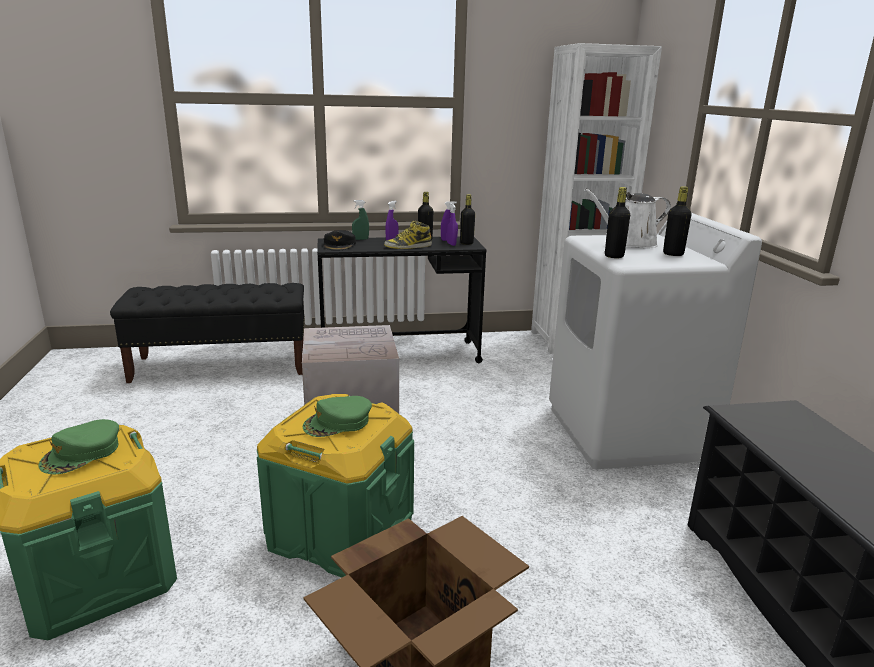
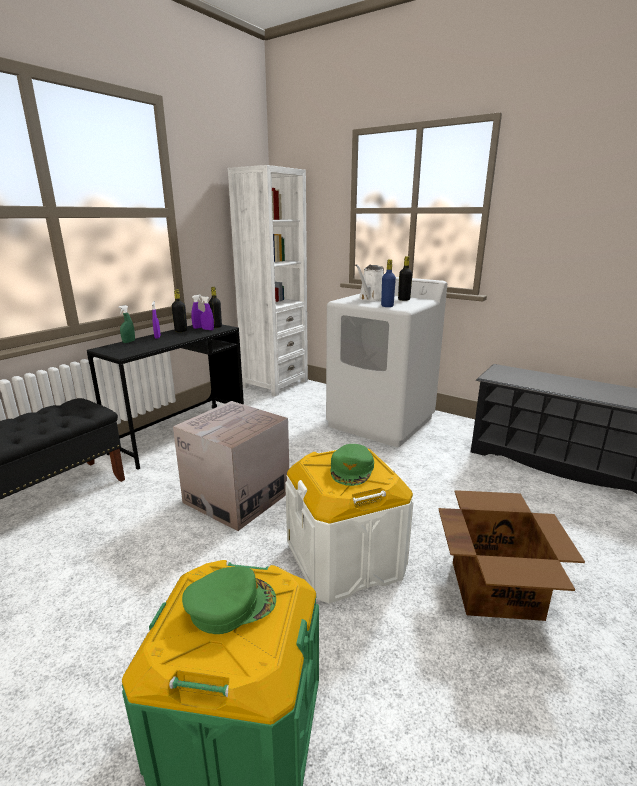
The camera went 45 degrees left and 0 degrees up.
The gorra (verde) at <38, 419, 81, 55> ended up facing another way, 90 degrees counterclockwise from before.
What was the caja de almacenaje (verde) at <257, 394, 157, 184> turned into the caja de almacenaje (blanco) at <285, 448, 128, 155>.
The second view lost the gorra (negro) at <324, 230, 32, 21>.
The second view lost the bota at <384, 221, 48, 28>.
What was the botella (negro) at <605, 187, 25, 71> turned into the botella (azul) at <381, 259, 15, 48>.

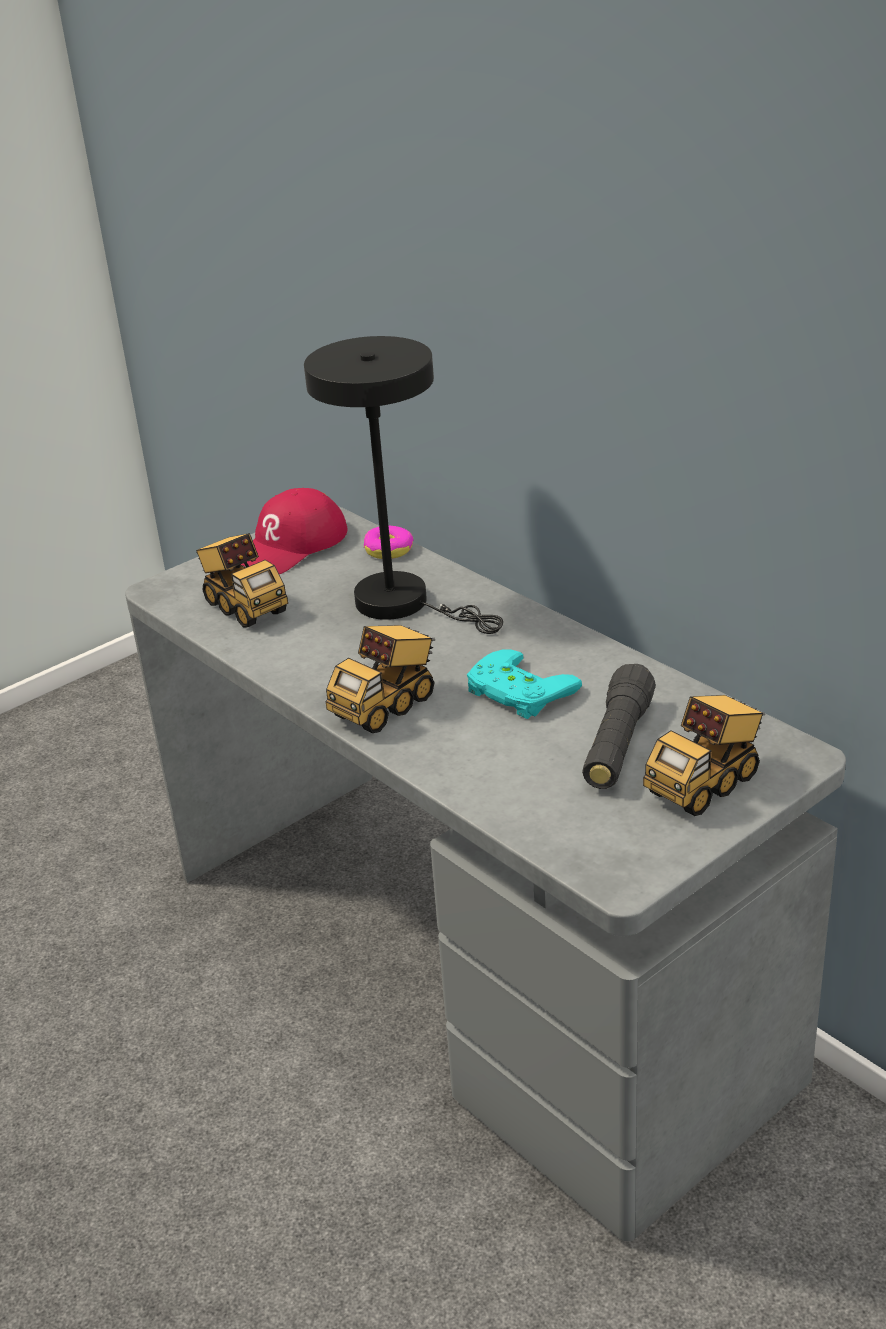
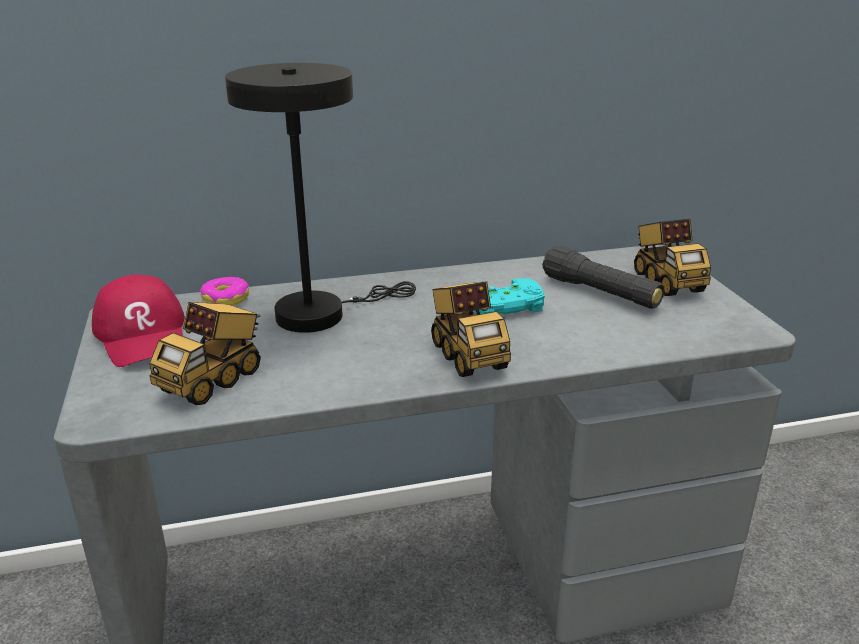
The camera went 65 degrees left and 5 degrees down.
The camión de juguete at <196, 533, 92, 94> ended up facing another way, 135 degrees clockwise from before.

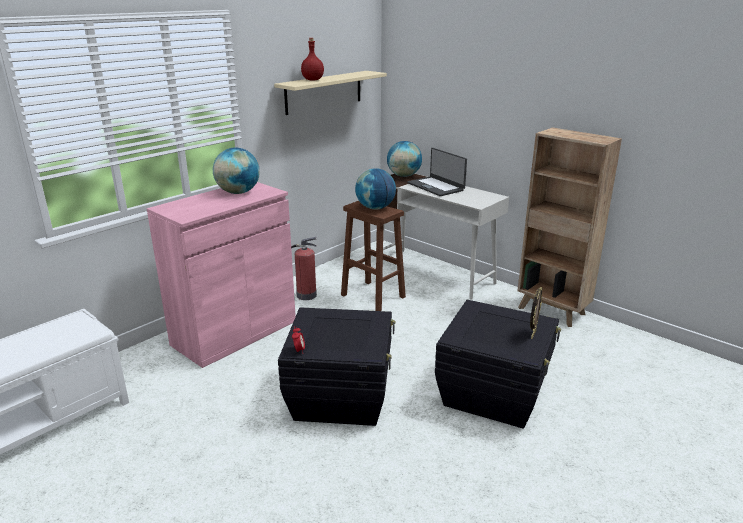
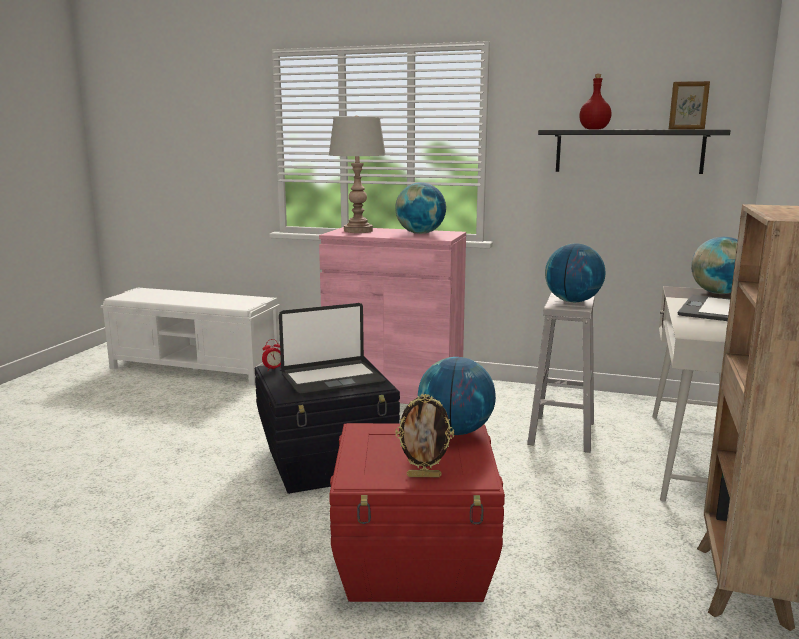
The camera went 65 degrees right and 10 degrees down.
What was the estante (beis) at <274, 71, 113, 44> turned into the estante (negro) at <538, 130, 193, 44>.
The second view lost the extintor at <291, 237, 26, 63>.
What was the taburete (marrón) at <341, 201, 65, 110> turned into the taburete (blanco) at <527, 292, 68, 161>.
What was the caja de almacenaje (negro) at <435, 300, 126, 129> turned into the caja de almacenaje (rojo) at <329, 423, 176, 179>.
The second view gained the portátil at <279, 303, 107, 93>.
The second view gained the lámpara de mesa (gris) at <329, 115, 57, 118>.
The second view gained the globo terráqueo at <418, 357, 78, 78>.
The second view gained the portarretratos at <669, 81, 41, 48>.

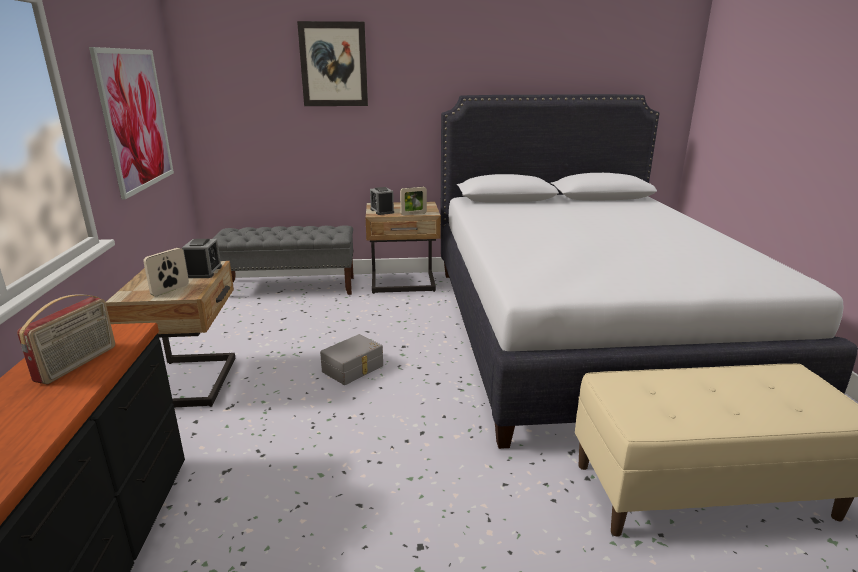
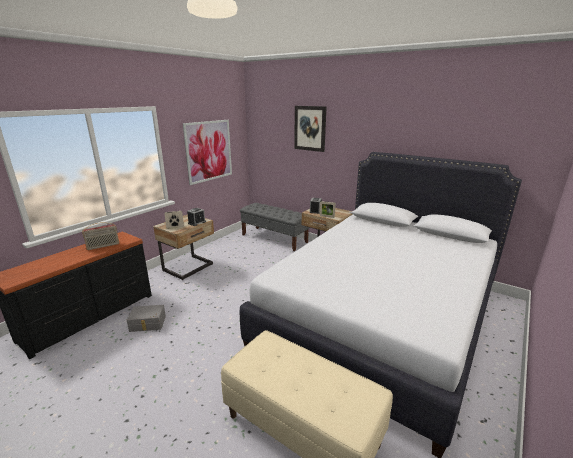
The camera went 40 degrees right and 0 degrees up.
The caja de almacenaje (gris) ended up elsewhere, having gone from <320, 334, 63, 51> to <127, 305, 39, 27>.

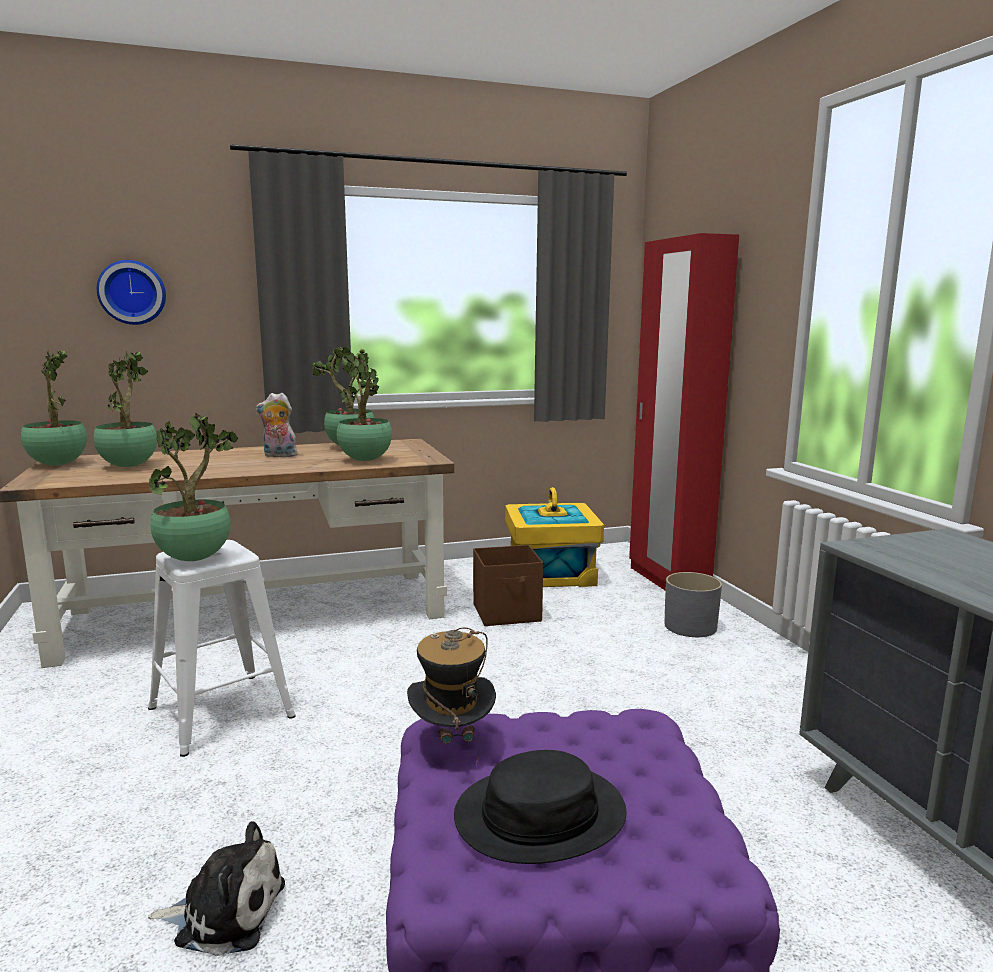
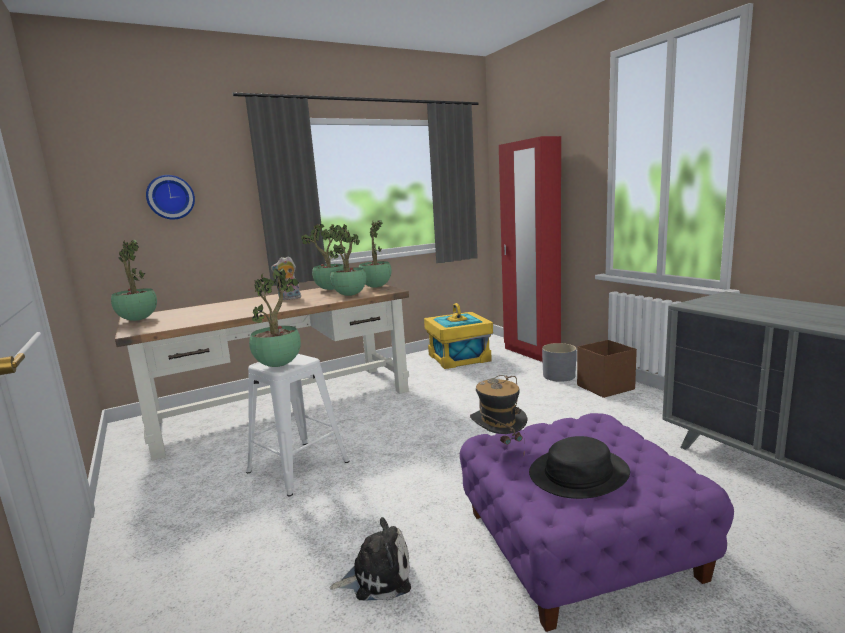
The camera went 10 degrees left and 0 degrees up.
The planta en maceta ended up elsewhere, having gone from <94, 352, 63, 115> to <359, 220, 33, 68>.
The caja de almacenaje (marrón) ended up elsewhere, having gone from <473, 545, 70, 81> to <577, 340, 60, 58>.

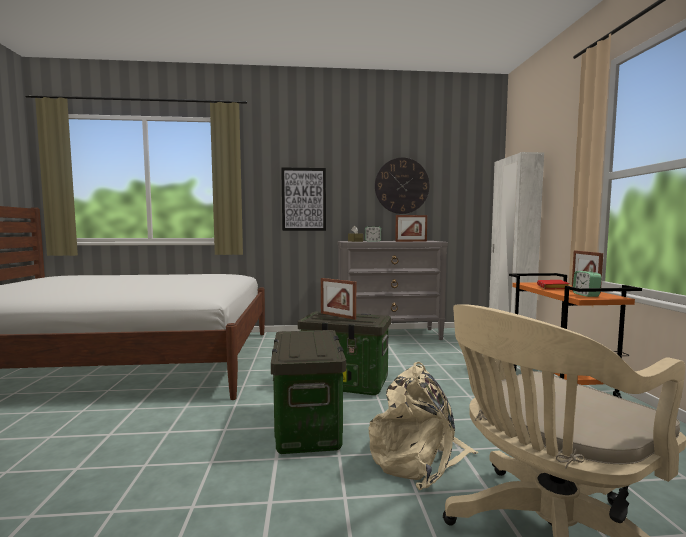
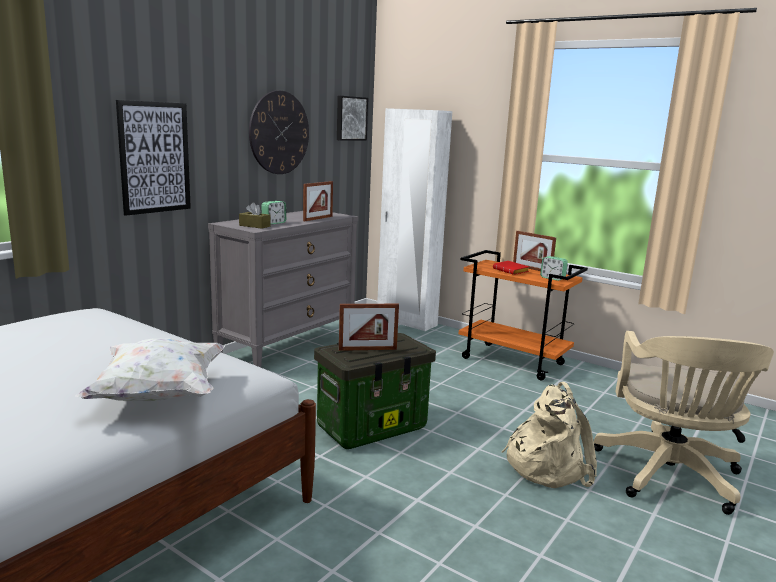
The camera went 50 degrees left and 10 degrees up.
The second view lost the caja de almacenaje at <271, 330, 75, 124>.
The second view gained the cojín (blanco) at <76, 338, 149, 63>.
The second view gained the cuadro at <337, 96, 31, 45>.

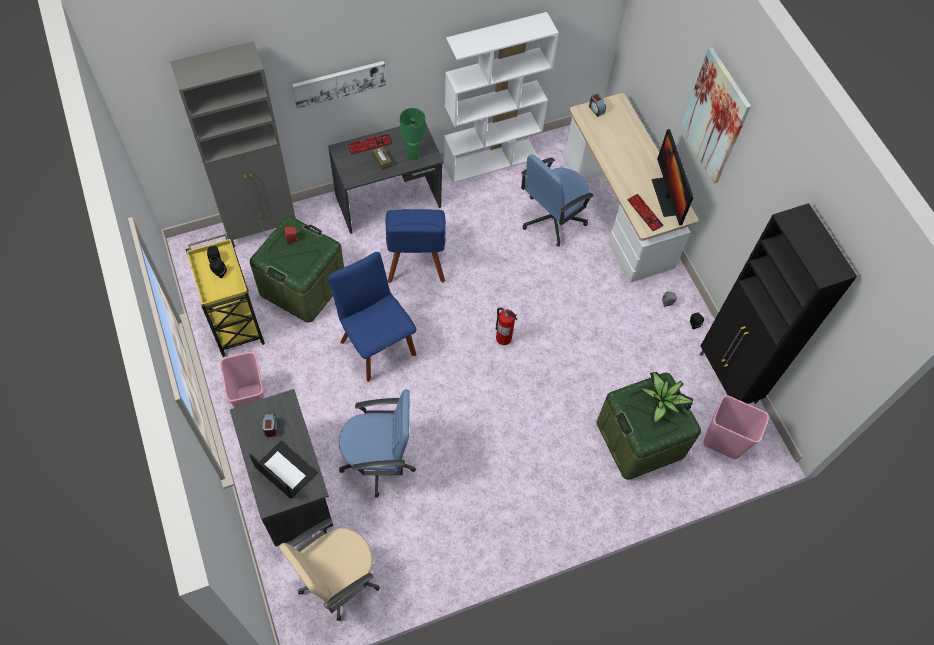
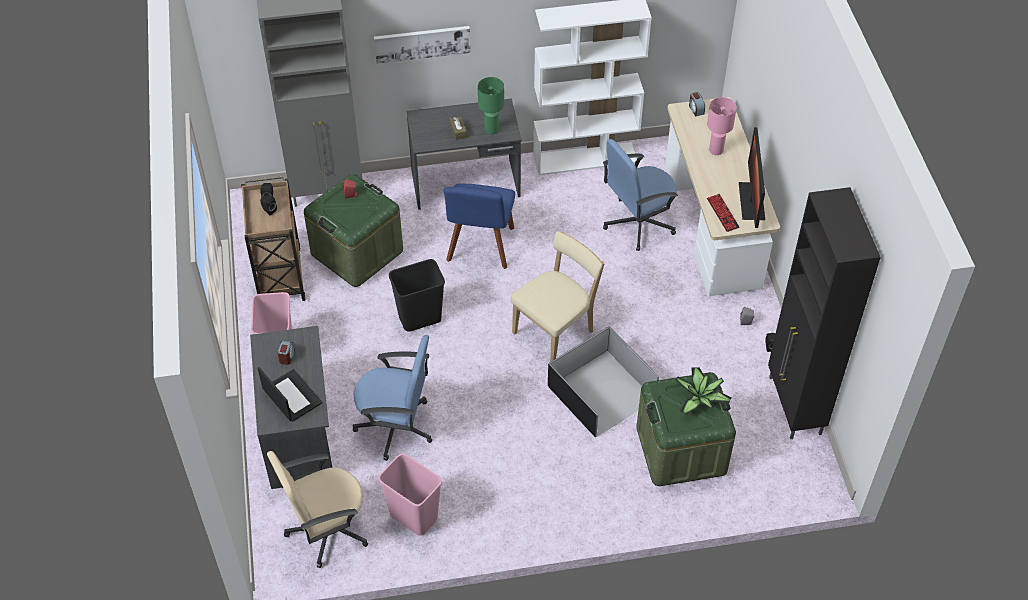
The camera went 15 degrees right and 10 degrees down.
What was the carrito (amarillo) at <185, 234, 80, 123> turned into the carrito (marrón) at <241, 176, 65, 125>.
Where the silla (azul) stood at <328, 252, 88, 130>, the papelera (negro) came to stand at <389, 259, 56, 73>.
The second view lost the teclado at <347, 134, 45, 21>.
Where the extintor stood at <496, 307, 21, 38>, the silla (beis) came to stand at <511, 231, 93, 130>.
The second view lost the cuadro at <680, 48, 71, 136>.
The papelera (rosa) ended up elsewhere, having gone from <703, 395, 66, 64> to <378, 453, 64, 82>.
The second view gained the caja de almacenaje (negro) at <548, 326, 111, 111>.
The second view gained the lámpara de mesa (rosa) at <707, 97, 30, 58>.

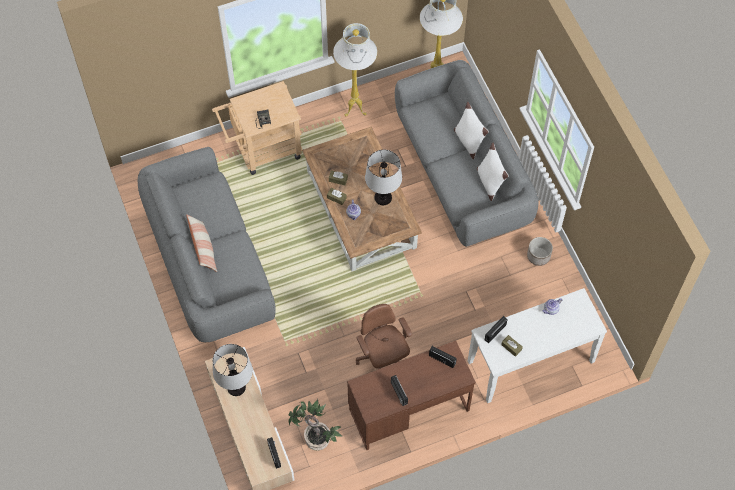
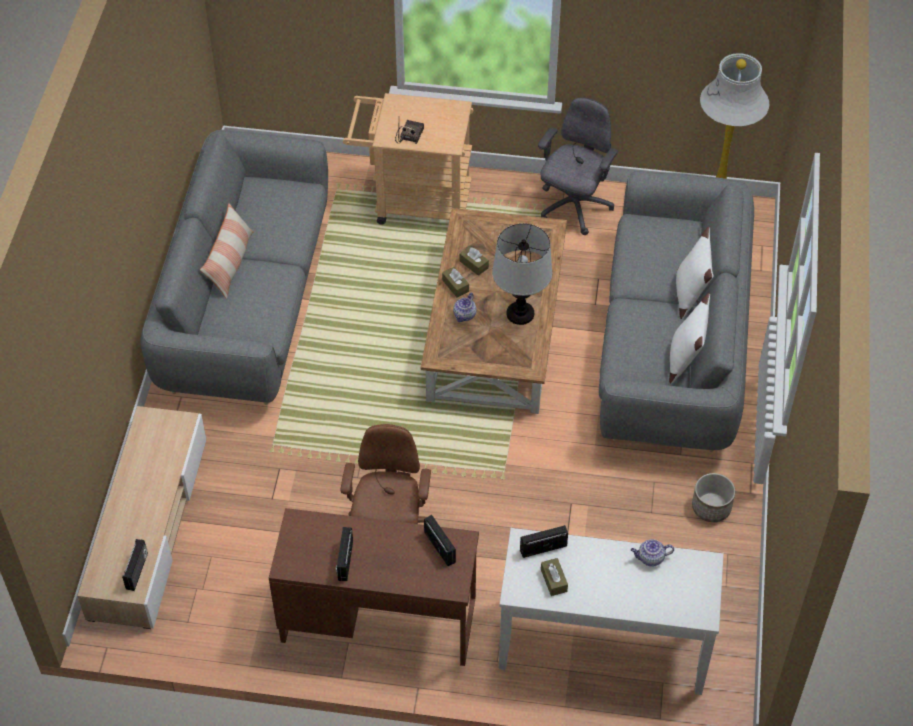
The camera went 30 degrees right and 10 degrees down.
The second view lost the lámpara de mesa at <213, 344, 40, 52>.
The second view lost the planta en maceta at <288, 399, 54, 52>.
Where the lámpara de pie (blanco) stood at <333, 23, 44, 93>, the silla de oficina (gris) came to stand at <538, 97, 80, 138>.

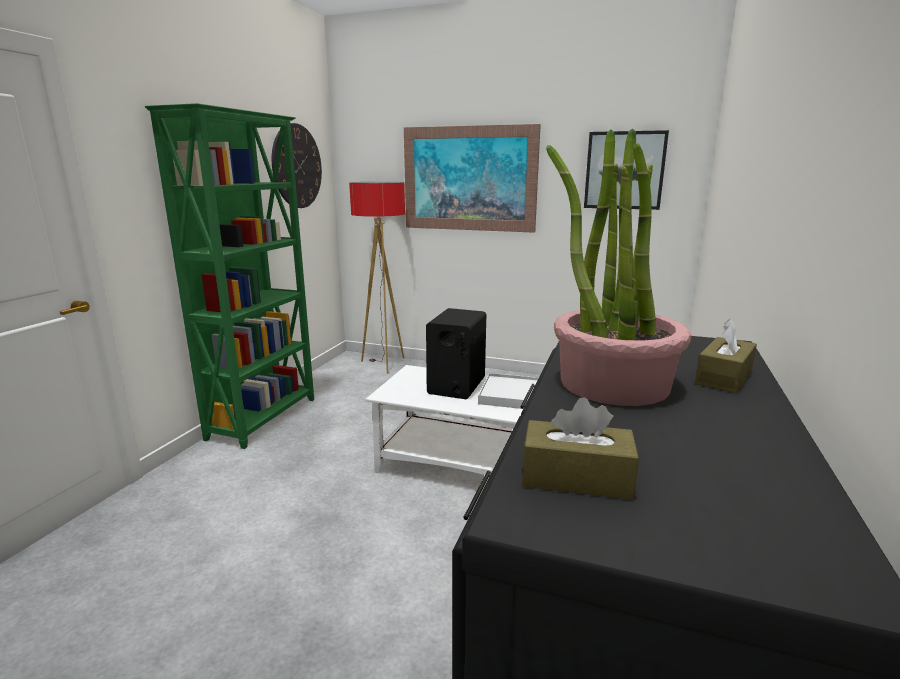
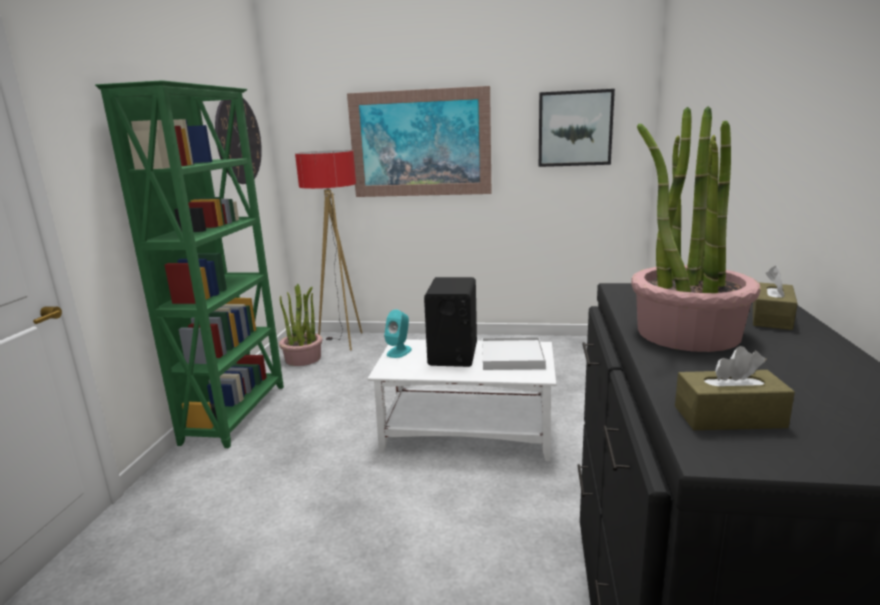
The camera went 10 degrees left and 0 degrees up.
The second view gained the planta en maceta at <279, 284, 43, 82>.
The second view gained the altavoz (turquesa) at <384, 309, 28, 49>.

